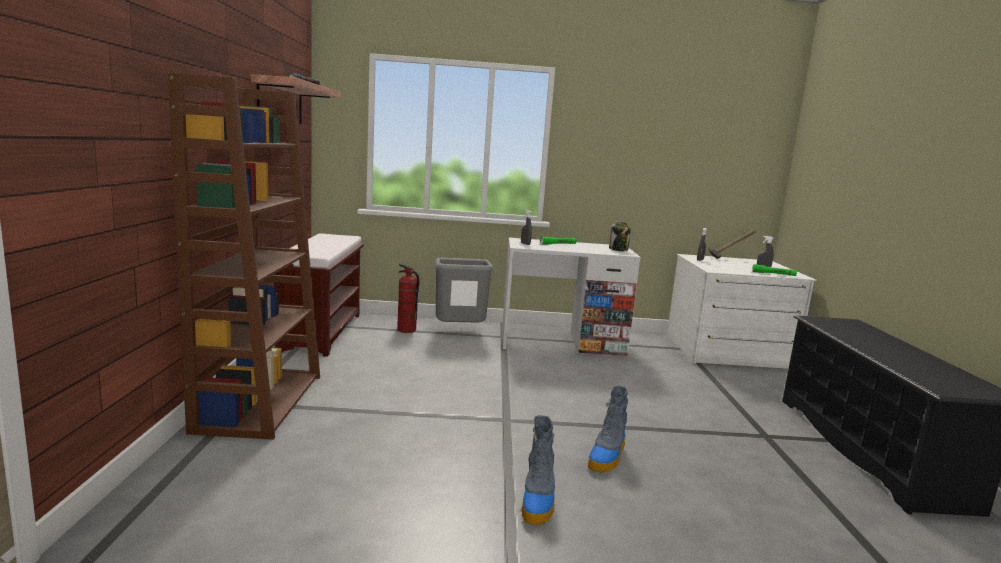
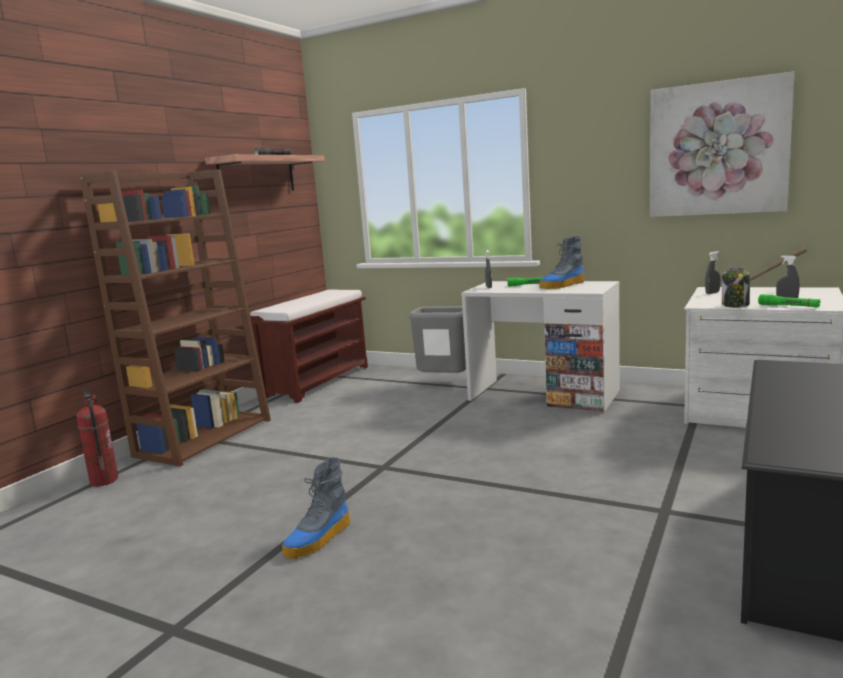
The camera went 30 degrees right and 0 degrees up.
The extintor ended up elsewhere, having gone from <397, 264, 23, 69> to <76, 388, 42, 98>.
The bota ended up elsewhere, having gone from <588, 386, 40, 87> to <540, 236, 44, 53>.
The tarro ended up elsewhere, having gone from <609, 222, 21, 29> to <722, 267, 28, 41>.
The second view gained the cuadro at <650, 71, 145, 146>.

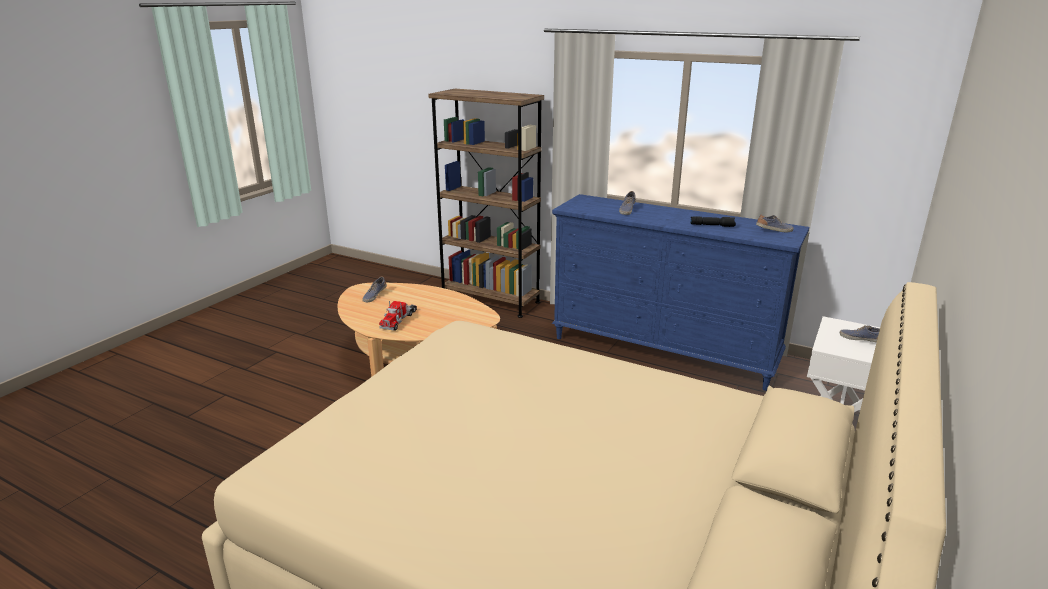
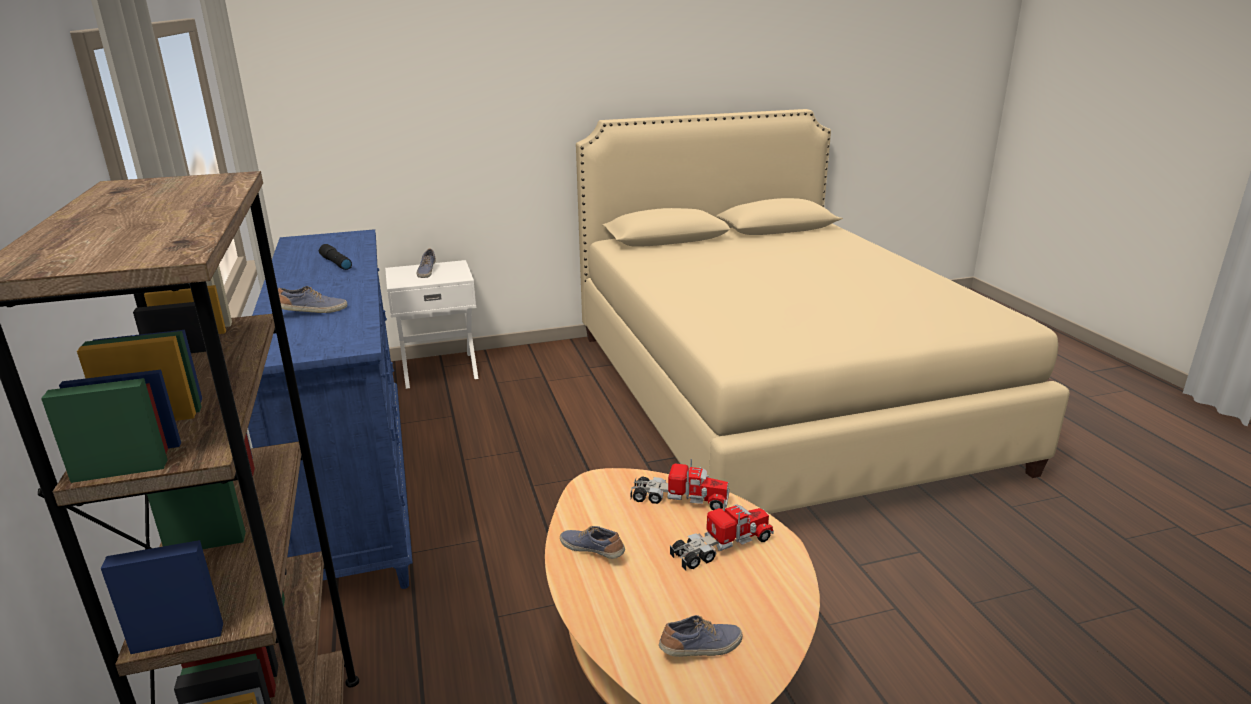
The camera went 135 degrees left and 0 degrees up.
The zapato ended up elsewhere, having gone from <756, 215, 38, 17> to <560, 525, 65, 34>.
The second view gained the camión de juguete at <630, 459, 99, 51>.

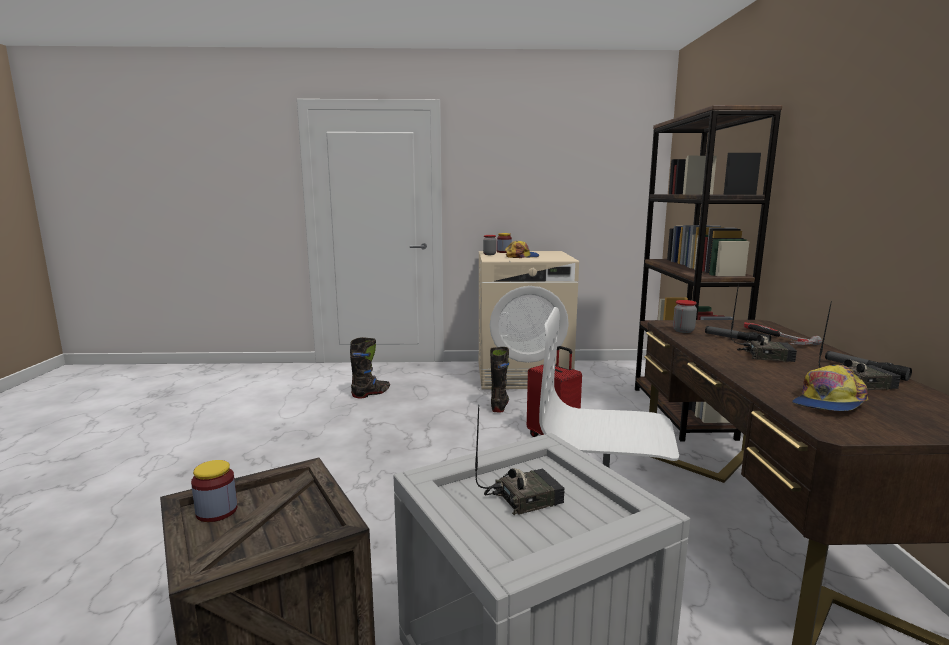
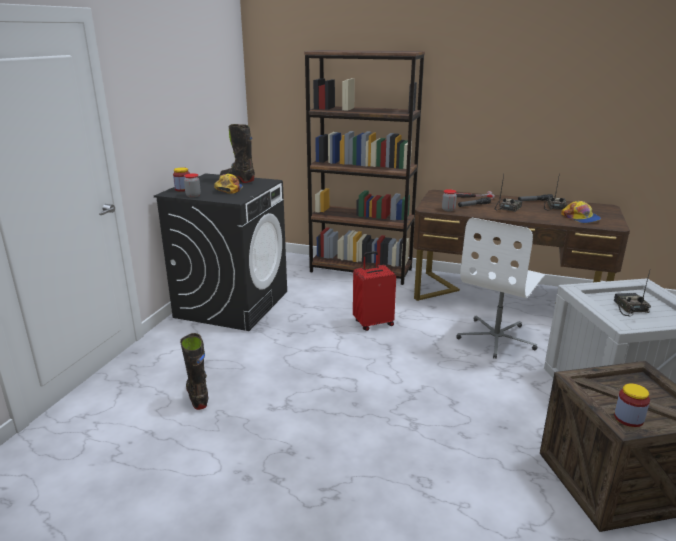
The camera went 70 degrees left and 10 degrees up.
What was the lavadora (beis) at <479, 251, 100, 138> turned into the lavadora (negro) at <154, 173, 133, 158>.
The bota (negro) ended up elsewhere, having gone from <490, 347, 19, 66> to <220, 124, 35, 59>.

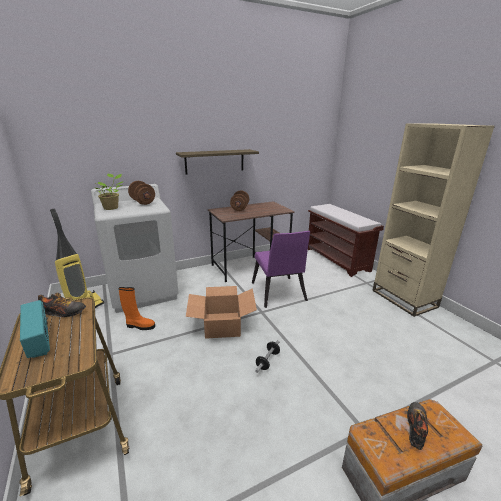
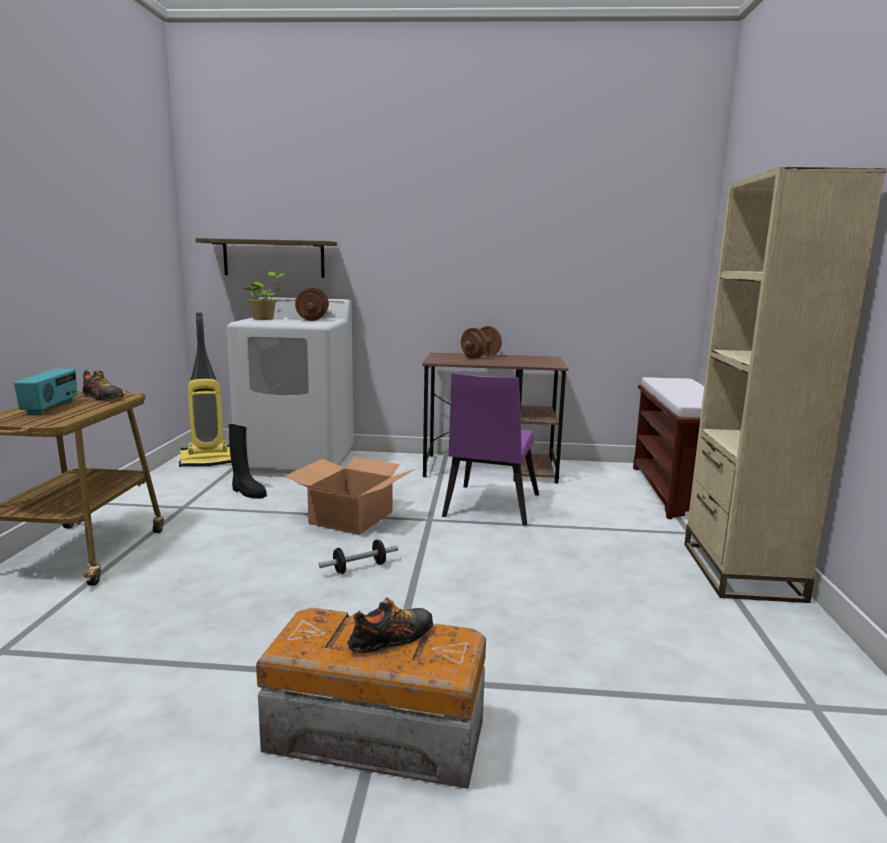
The camera went 30 degrees right and 10 degrees down.
What was the bota (naranja) at <118, 287, 37, 43> turned into the bota (negro) at <229, 424, 38, 75>.
The estante ended up elsewhere, having gone from <176, 149, 83, 25> to <195, 238, 142, 40>.

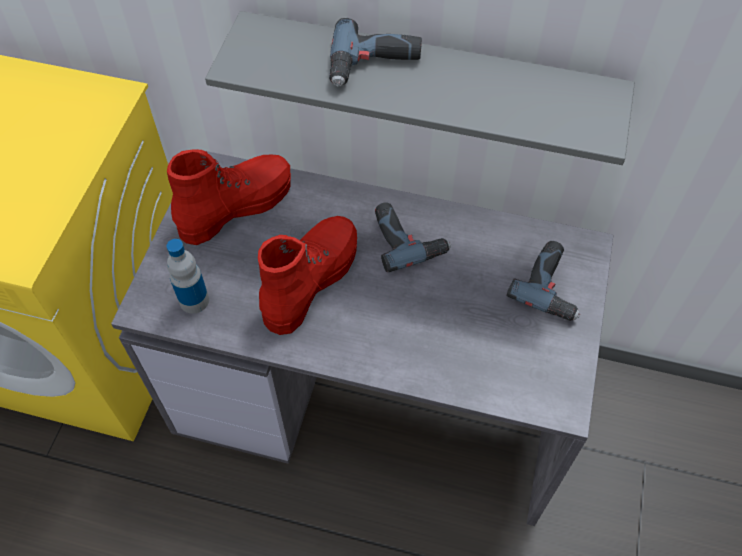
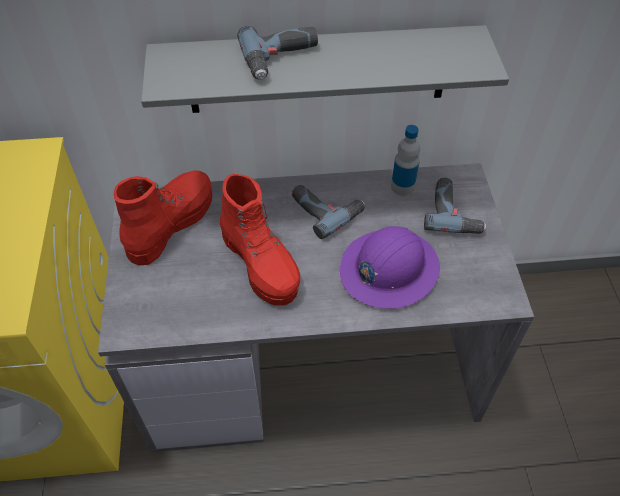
The camera went 20 degrees left and 5 degrees down.
The botella ended up elsewhere, having gone from <167, 239, 42, 75> to <391, 125, 29, 71>.
The bota (rojo) at <258, 216, 99, 119> ended up facing another way, 135 degrees clockwise from before.
The second view gained the casco (morado) at <340, 226, 100, 83>.

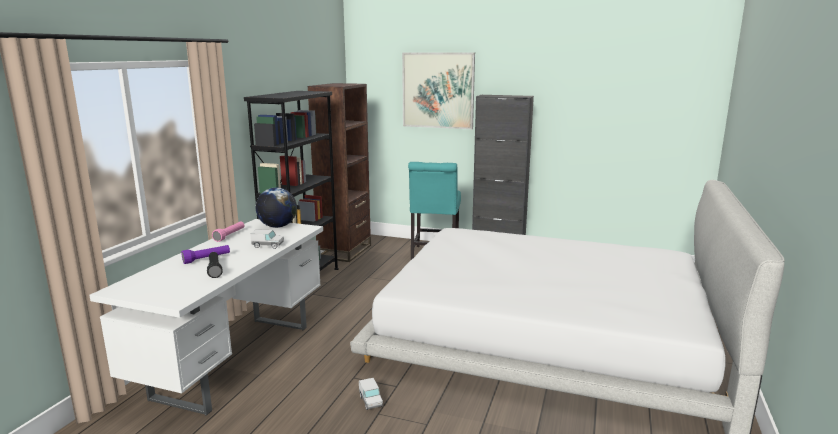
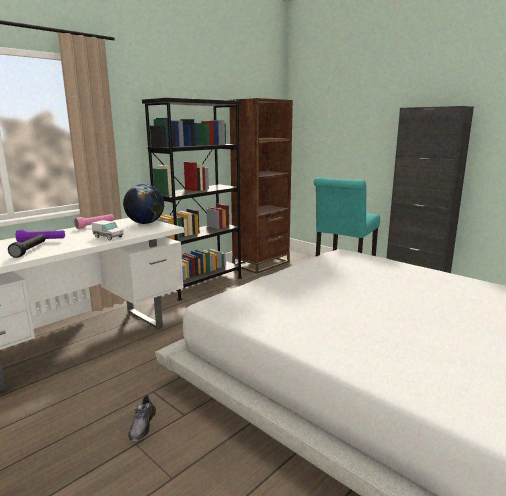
The camera went 25 degrees right and 0 degrees up.
Where the camión de juguete stood at <359, 378, 24, 32>, the zapato (gris) came to stand at <128, 394, 28, 47>.
The second view lost the cuadro at <402, 53, 73, 76>.

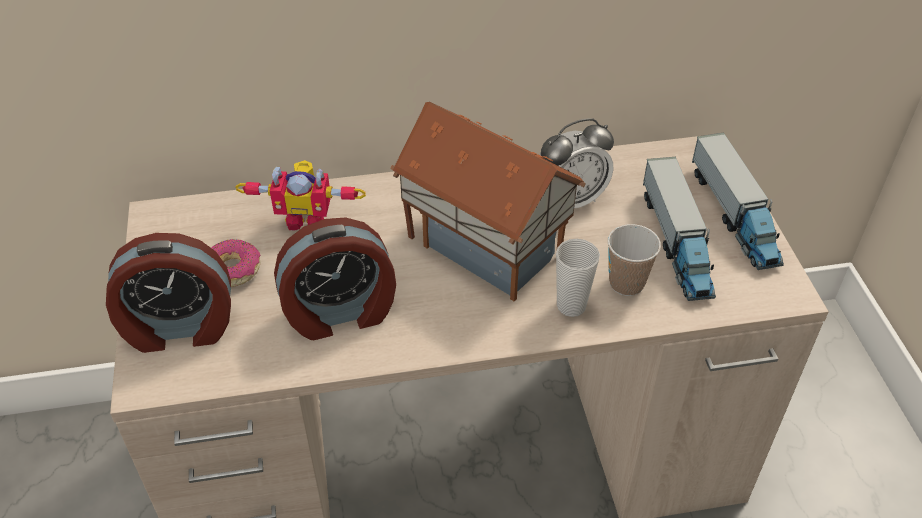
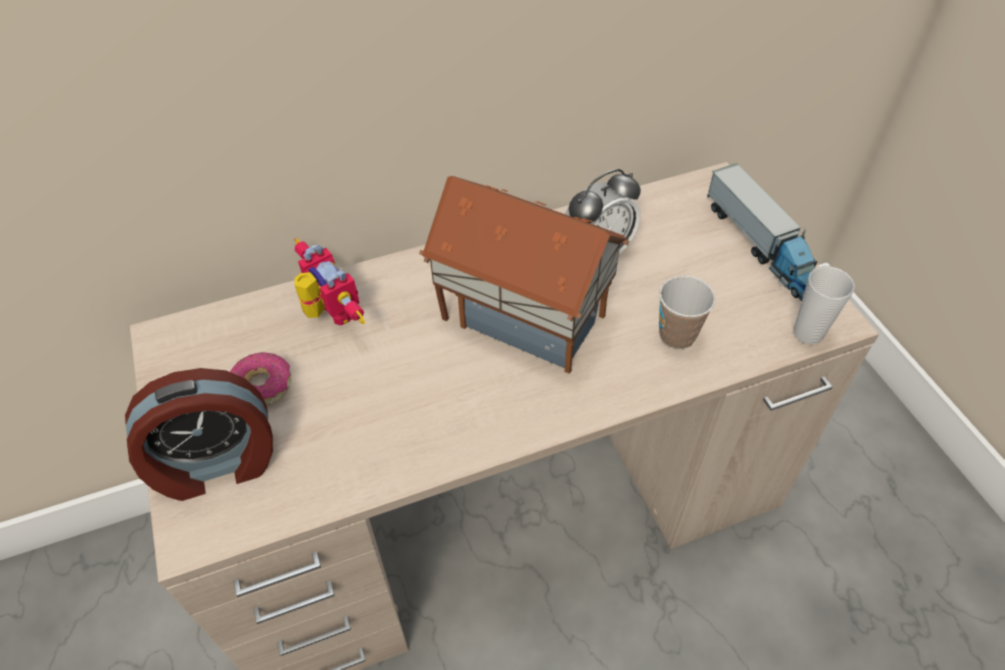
The camera went 10 degrees left and 5 degrees up.
The robot de juguete at <235, 160, 131, 71> ended up facing another way, 120 degrees counterclockwise from before.
The second view lost the despertador at <274, 217, 122, 123>.
The taza ended up elsewhere, having gone from <556, 239, 44, 78> to <793, 266, 62, 78>.
The second view lost the camión de juguete at <643, 157, 73, 144>.

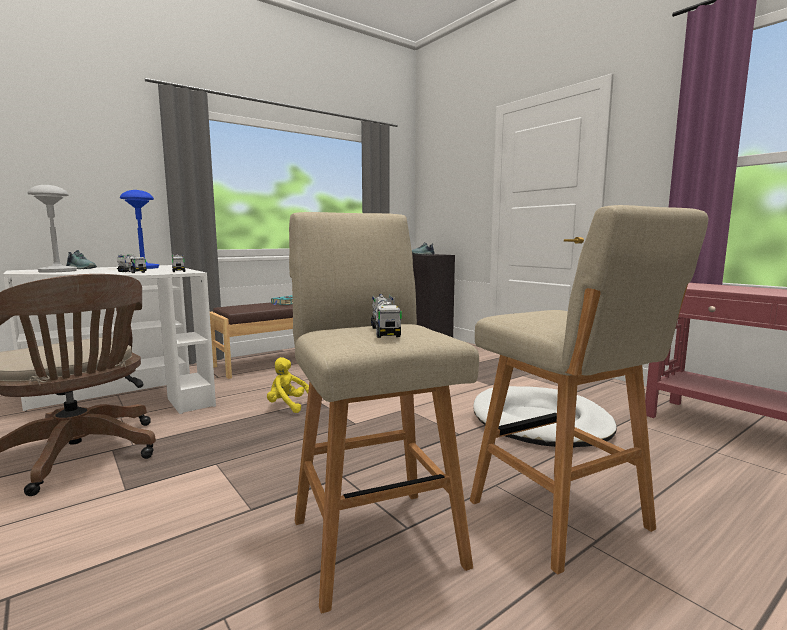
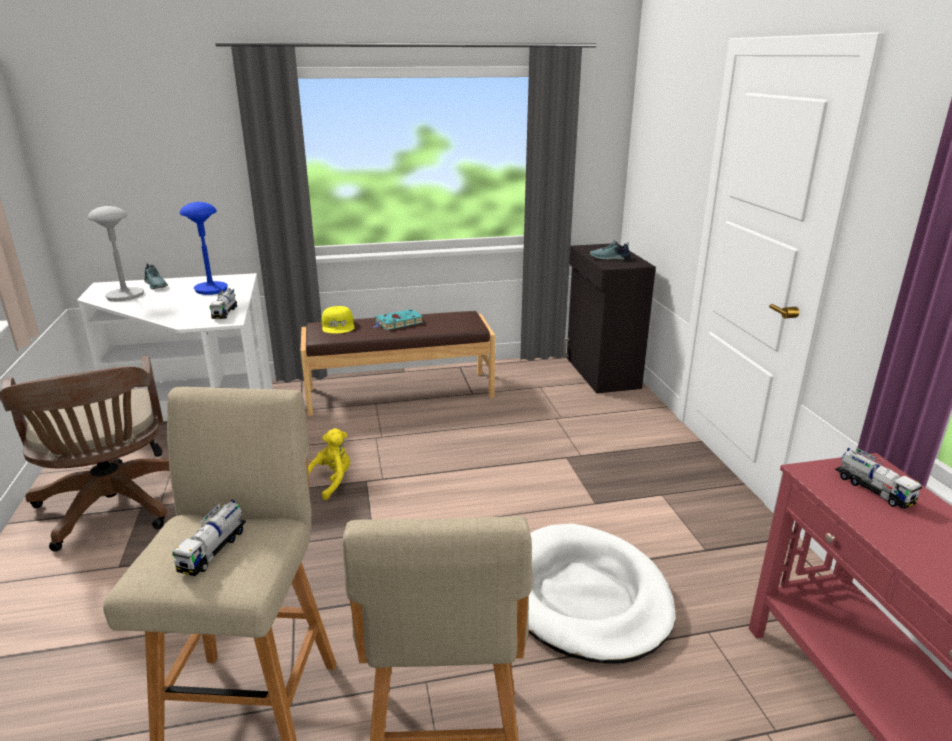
The camera went 25 degrees right and 15 degrees up.
The camión de juguete ended up elsewhere, having gone from <117, 255, 30, 18> to <835, 447, 87, 62>.
The peluche (amarillo) at <267, 357, 42, 56> ended up facing another way, 75 degrees clockwise from before.
The second view gained the gorra (amarillo) at <321, 306, 34, 28>.

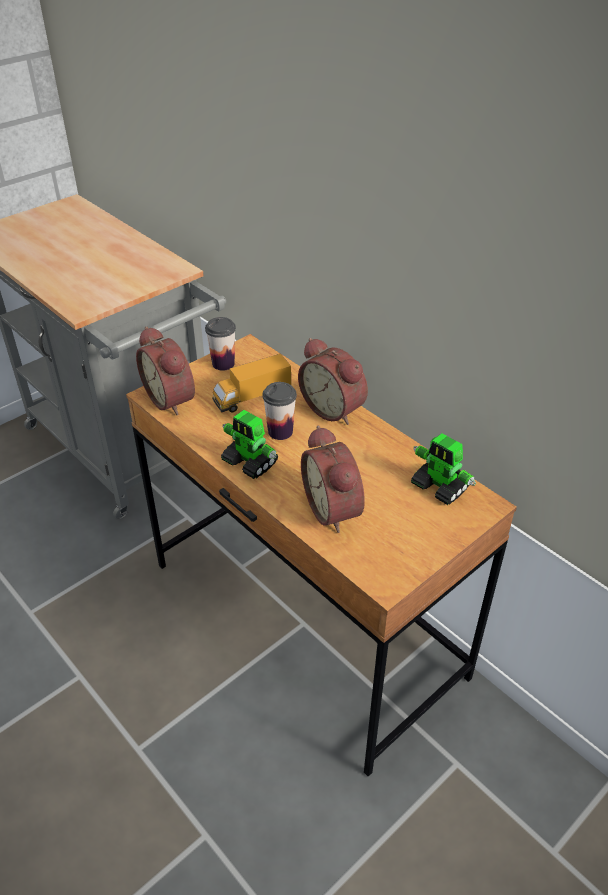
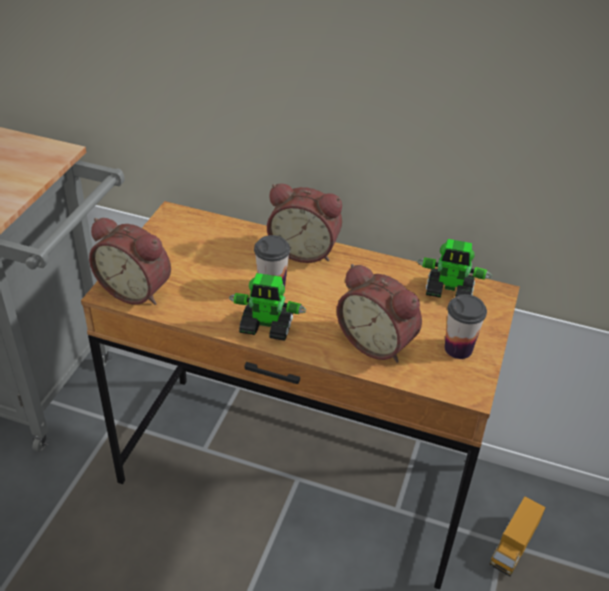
The camera went 30 degrees left and 0 degrees up.
The taza ended up elsewhere, having gone from <205, 317, 31, 54> to <444, 294, 43, 65>.
The camión de juguete ended up elsewhere, having gone from <212, 354, 79, 58> to <489, 496, 57, 81>.

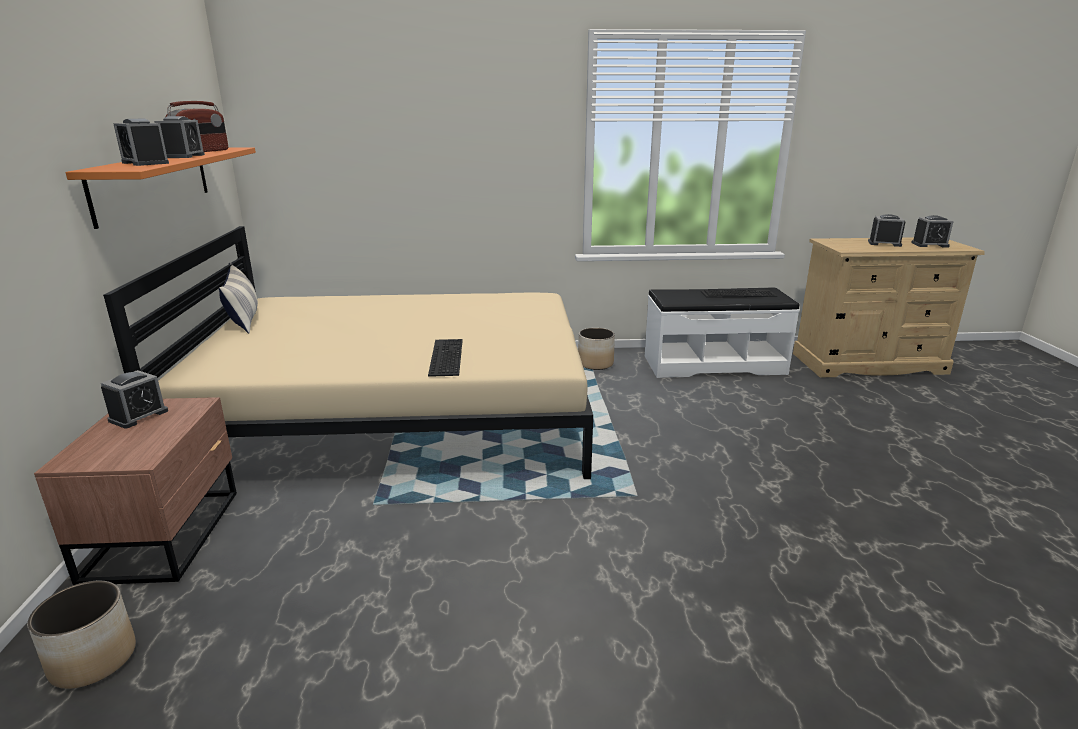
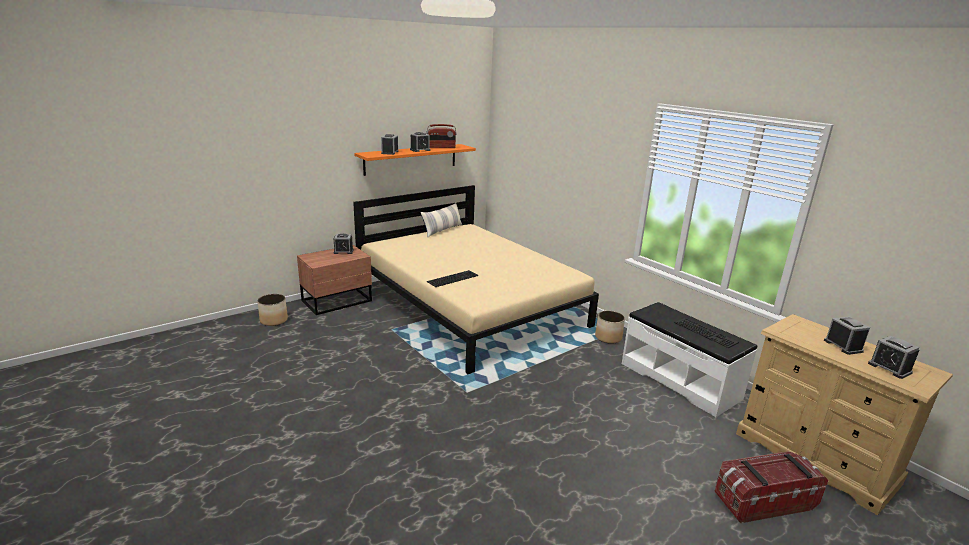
The camera went 55 degrees right and 0 degrees up.
The second view gained the caja de almacenaje at <714, 451, 114, 72>.

